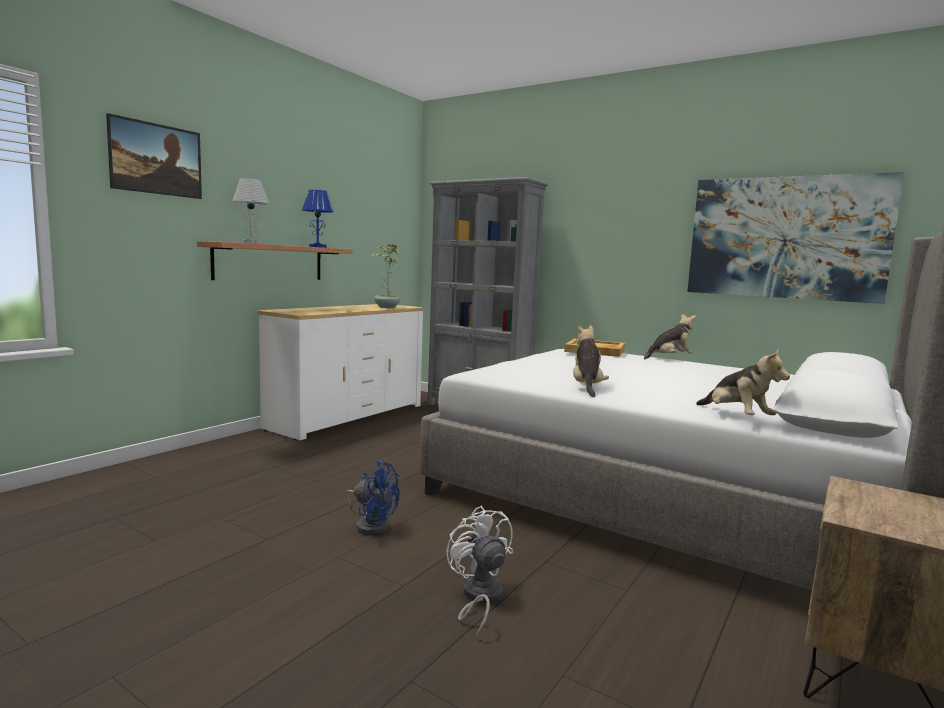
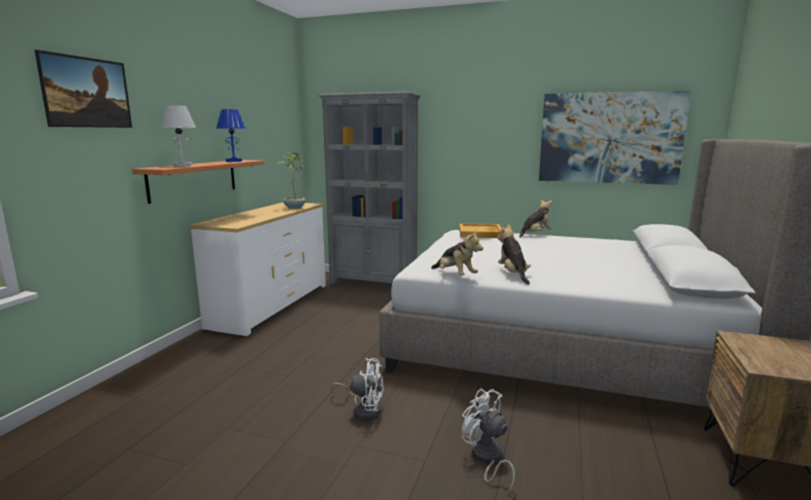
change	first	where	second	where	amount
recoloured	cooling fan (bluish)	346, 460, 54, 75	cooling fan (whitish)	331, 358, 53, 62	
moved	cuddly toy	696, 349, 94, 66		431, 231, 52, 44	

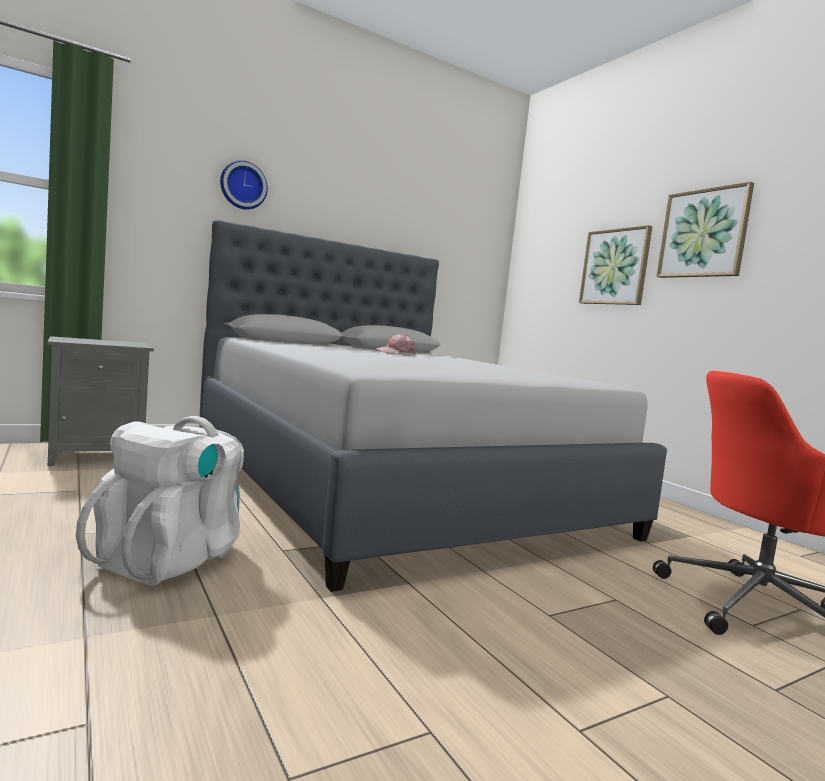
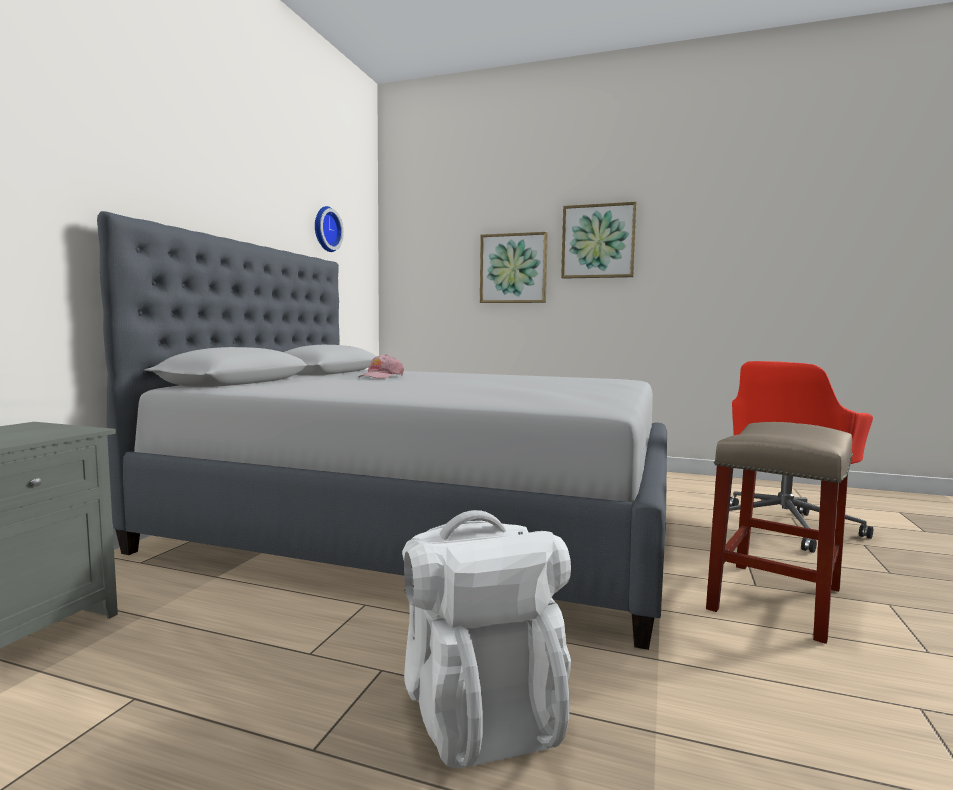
change	first	where	second	where	amount
moved	clock on the wall	220, 160, 48, 50		315, 206, 29, 46	
added			stool (beige-coloured)	706, 422, 147, 222	

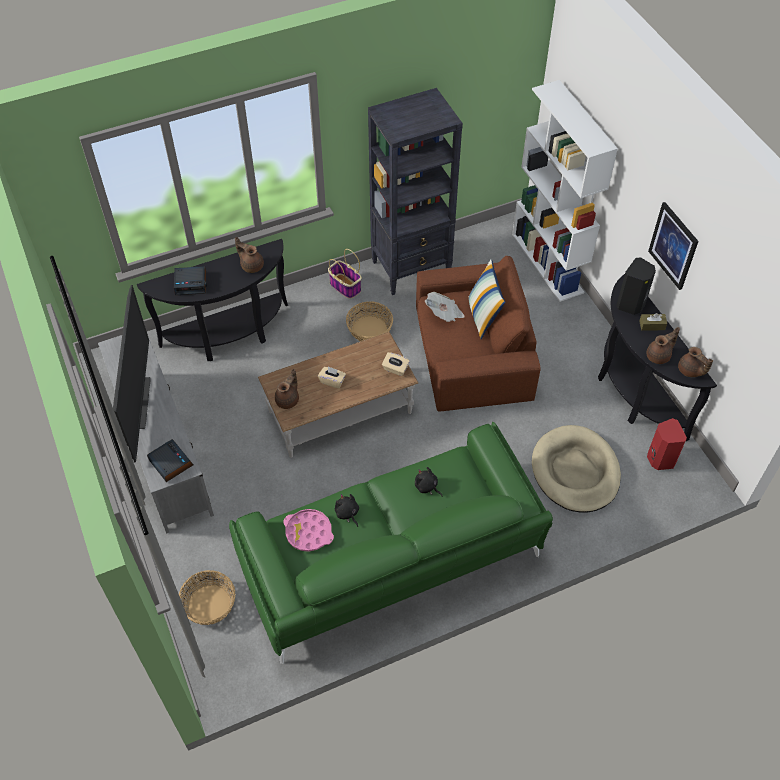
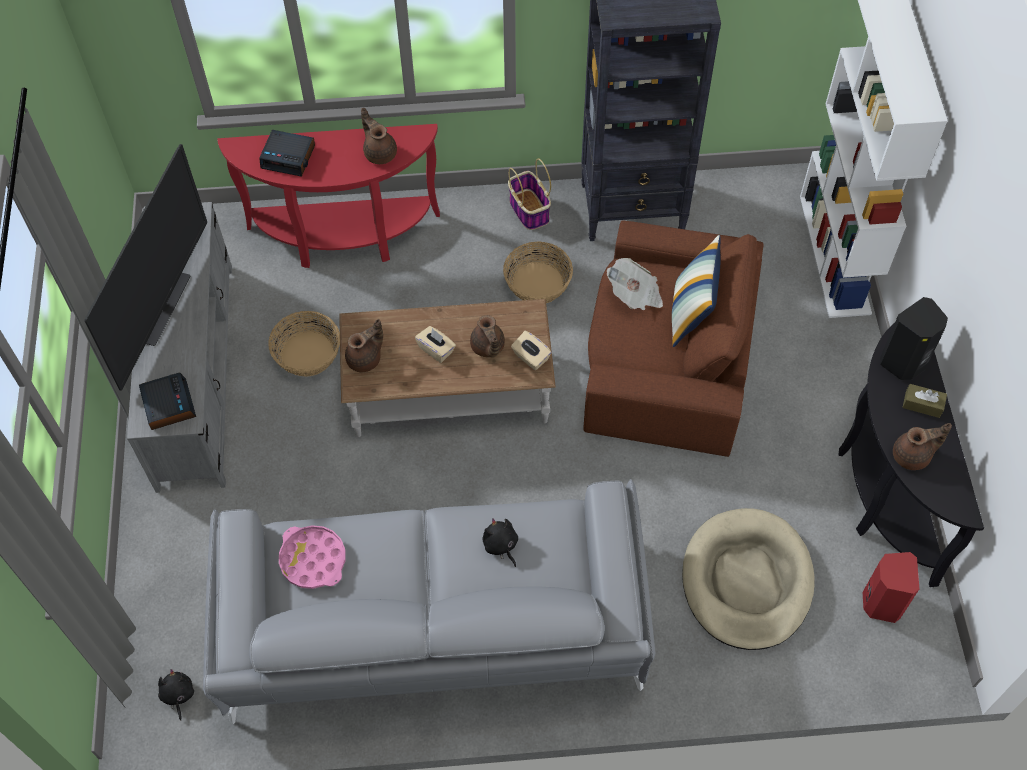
change	first	where	second	where	amount
recoloured	narrow table (blackish)	137, 239, 151, 122	narrow table (reddish)	218, 124, 222, 144	
moved	household basket	179, 570, 56, 55		268, 311, 72, 65	
recoloured	couch (green)	229, 422, 324, 242	couch (gray)	203, 479, 452, 245	
moved	cuddly toy (blackish)	335, 494, 24, 33		158, 669, 36, 52	
removed	wall art	648, 202, 51, 88			
moved	teapot (brown)	678, 347, 35, 30		470, 315, 35, 43	

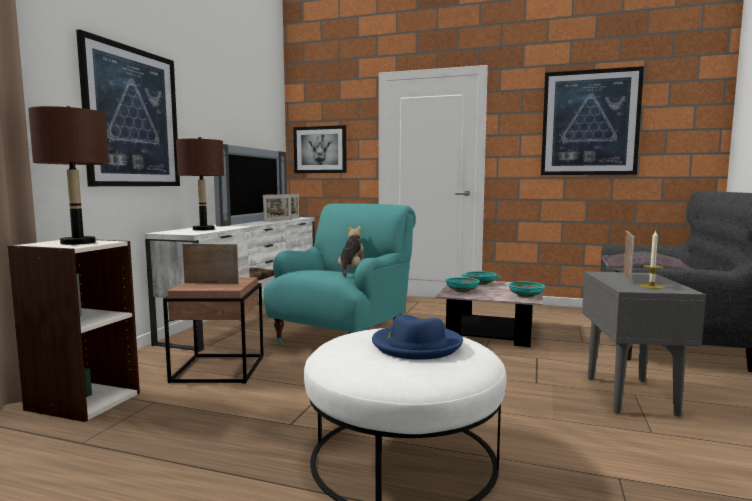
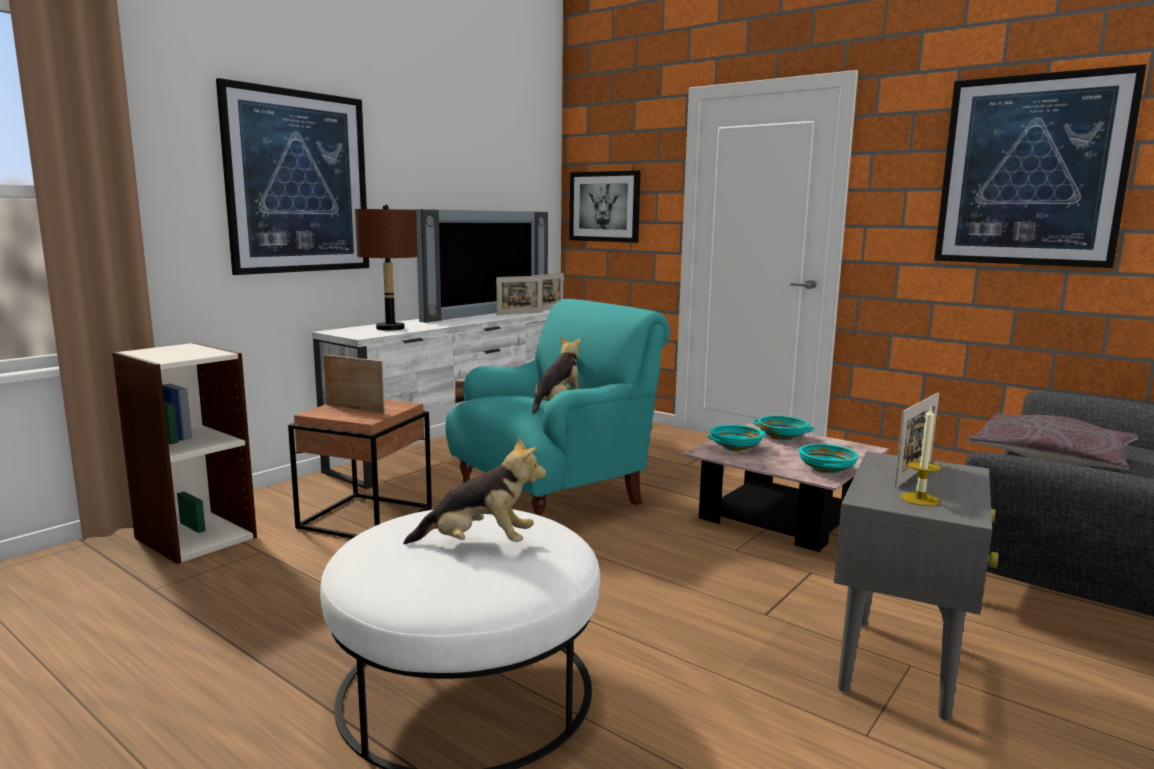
change	first	where	second	where	amount
removed	lamp for a table (brown)	28, 106, 81, 139			
replaced	wearable hat (bluish)	372, 315, 91, 45	cuddly toy	403, 437, 143, 107	

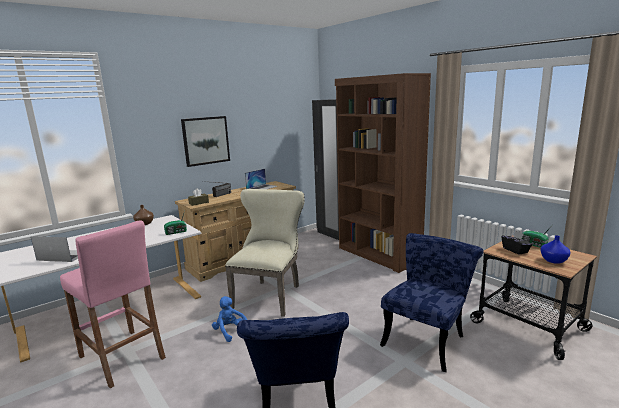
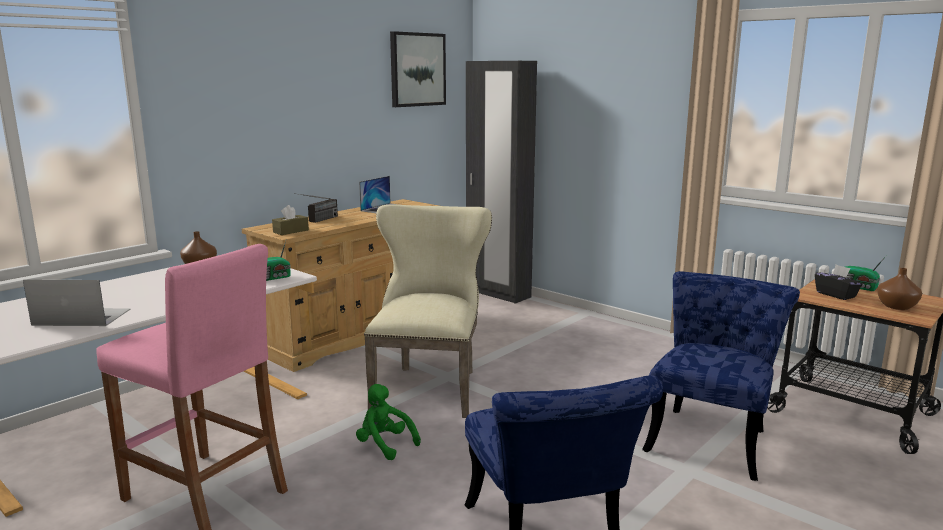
change	first	where	second	where	amount
moved	wall art	181, 116, 49, 51		390, 31, 56, 76	
recoloured	cuddly toy (bluish)	212, 296, 35, 46	cuddly toy (green)	356, 384, 65, 76	
removed	shelving unit (brown)	335, 73, 96, 200			
recoloured	decorative vase (bluish)	540, 235, 31, 29	decorative vase (brown)	877, 268, 45, 42	

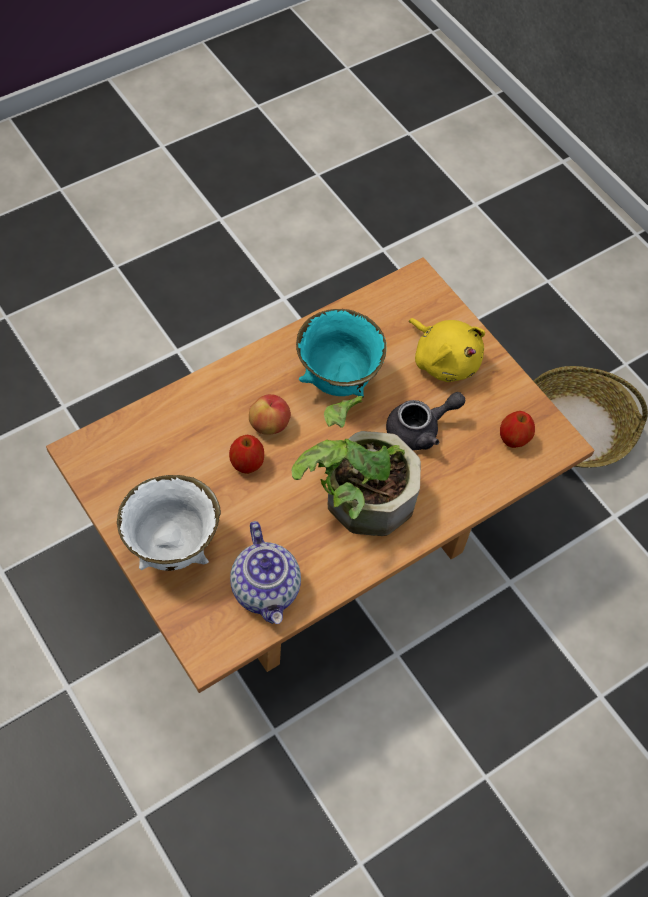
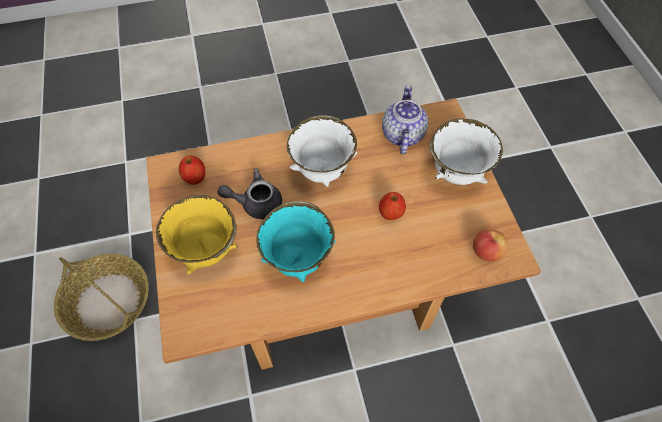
change	first	where	second	where	amount
moved	apple	249, 394, 42, 41		473, 229, 35, 32	
replaced	plant in a pot	292, 396, 129, 140	deep dish (whitish)	287, 115, 70, 72	
replaced	cuddly toy (yellowish)	409, 318, 76, 64	deep dish (yellowish)	156, 195, 82, 79	

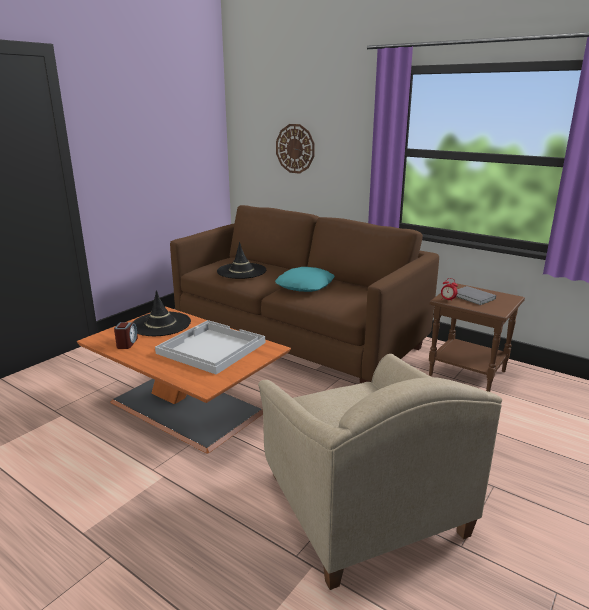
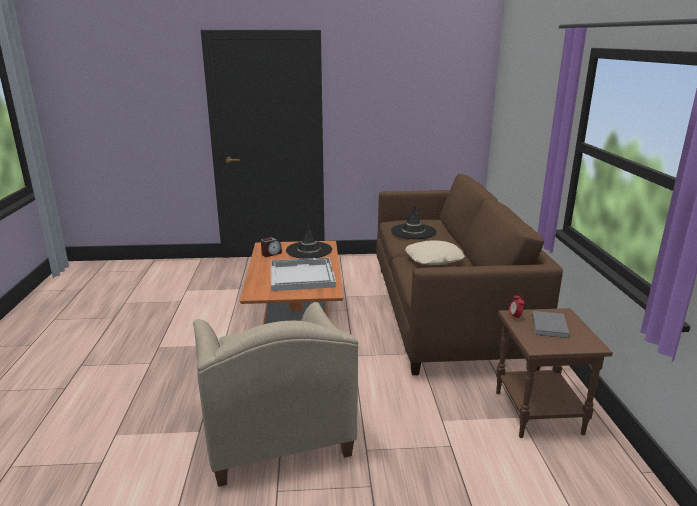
change	first	where	second	where	amount
turned	lounge chair (beige-coloured)	258, 354, 244, 236		193, 302, 165, 185	45 degrees counterclockwise
recoloured	cushion (turquoise-coloured)	275, 267, 60, 25	cushion (beige-coloured)	405, 240, 60, 25	
removed	clock on the wall	276, 124, 39, 50			

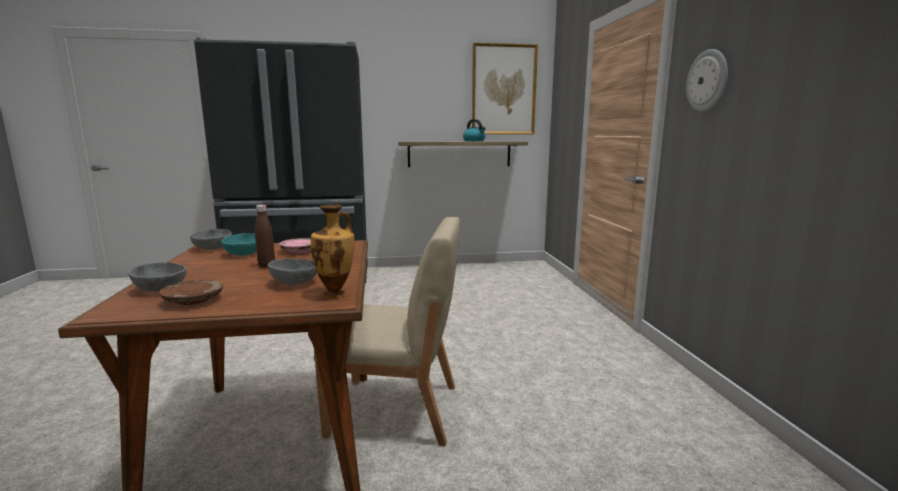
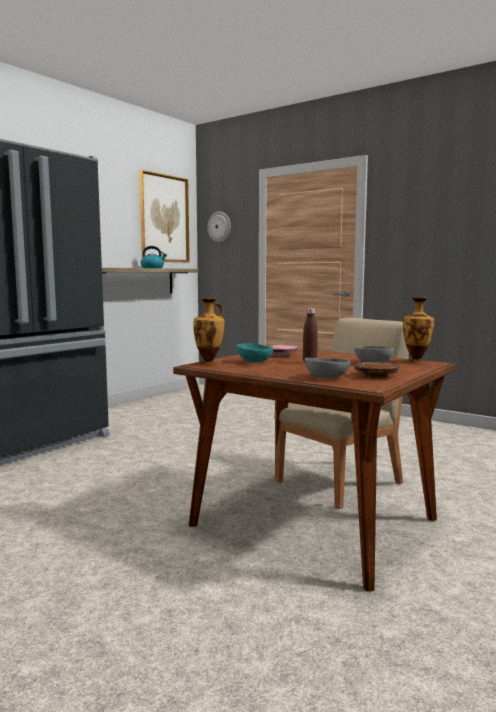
change	first	where	second	where	amount
replaced	deep dish (gray)	190, 229, 42, 21	decorative vase	193, 298, 31, 67	
moved	clock on the wall	686, 49, 42, 63		207, 211, 24, 31	

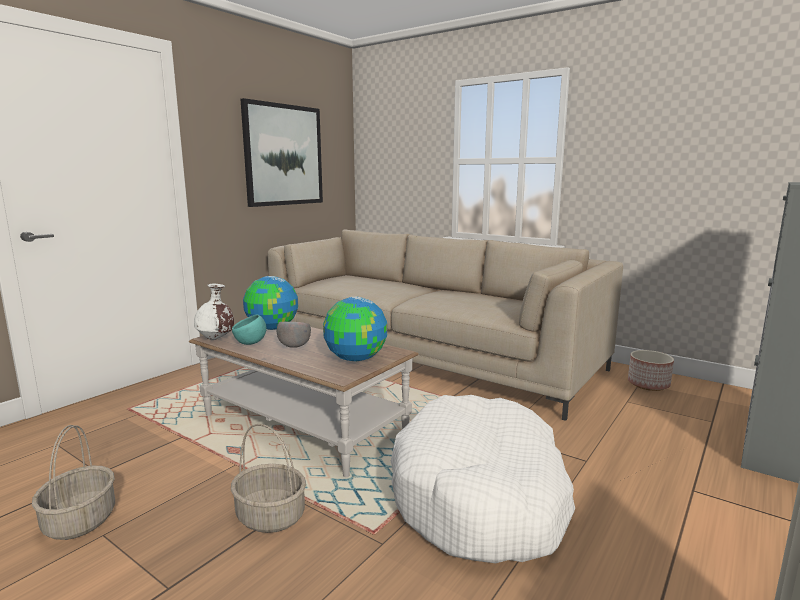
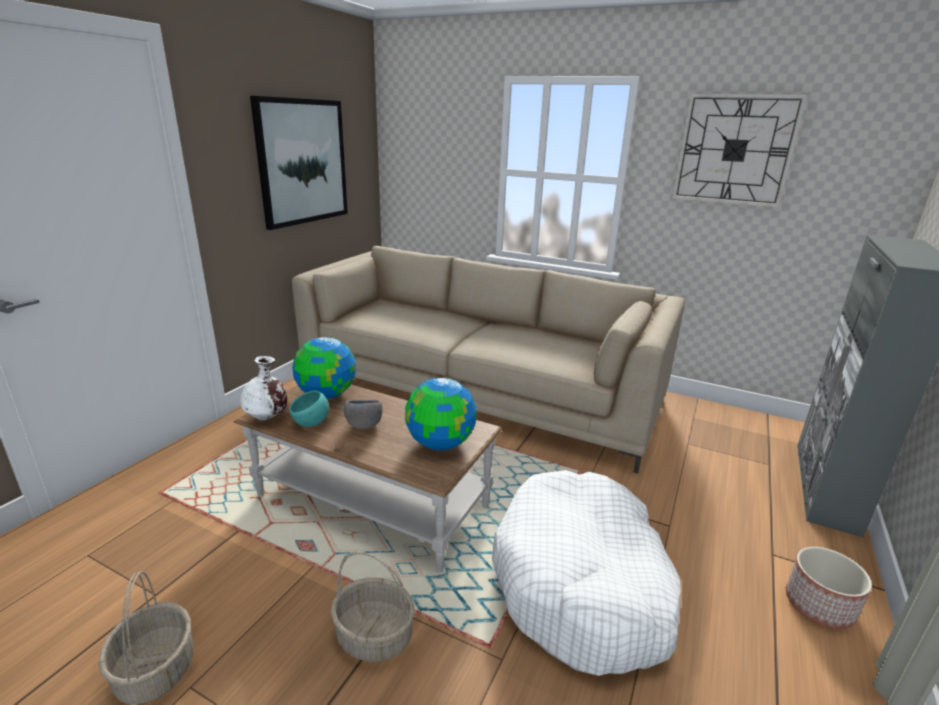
change	first	where	second	where	amount
moved	flower pot	628, 350, 46, 41		786, 547, 86, 82	
added			clock on the wall	672, 93, 136, 115	

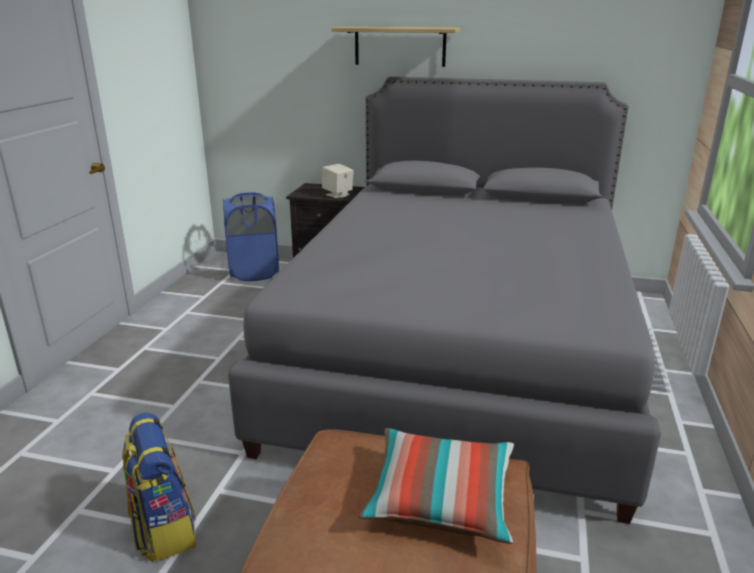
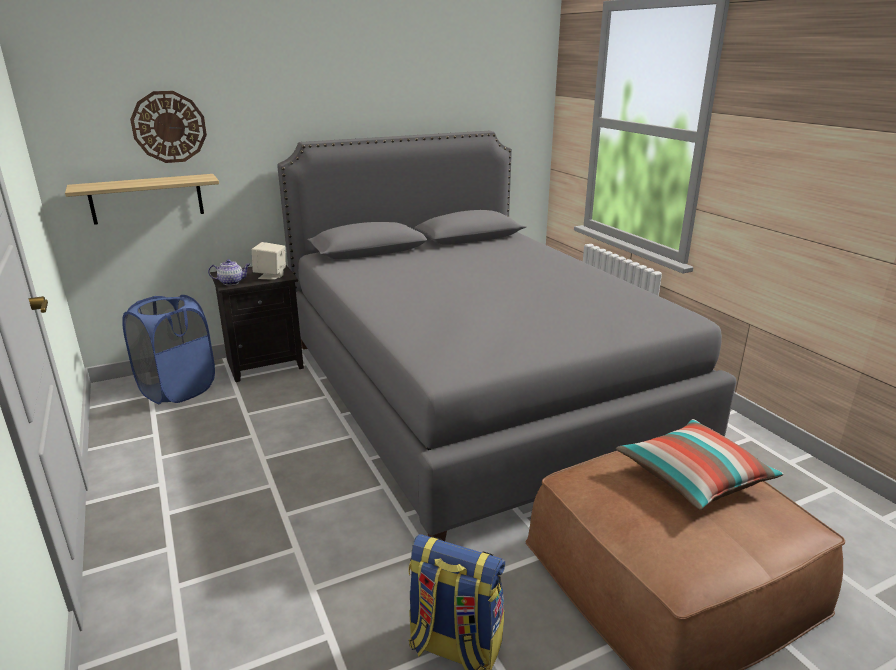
change	first	where	second	where	amount
moved	bracket shelf	332, 27, 129, 40		65, 174, 154, 51	
added			clock on the wall	130, 91, 77, 72	
added			teapot	208, 259, 42, 26	

